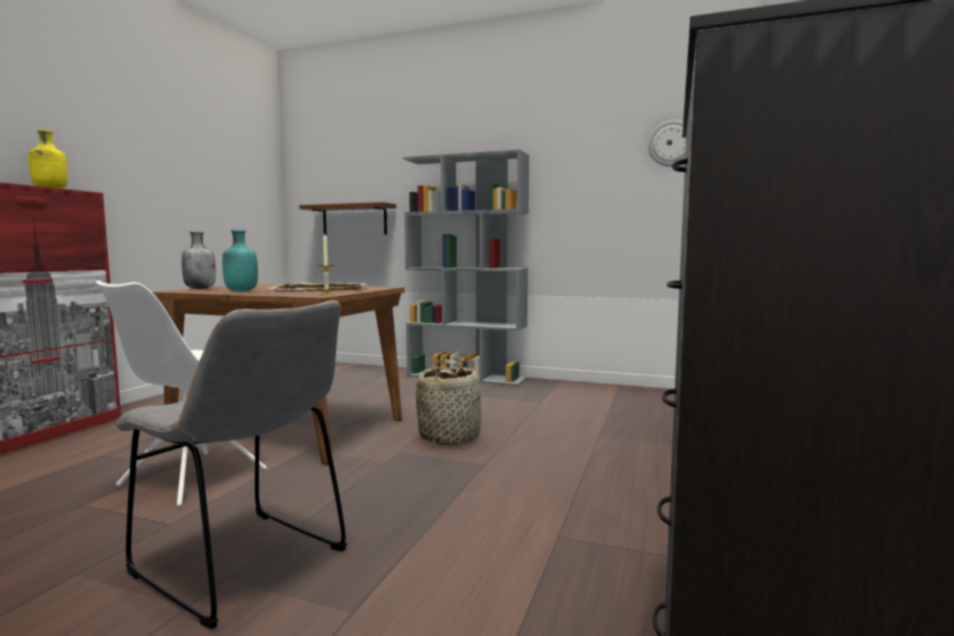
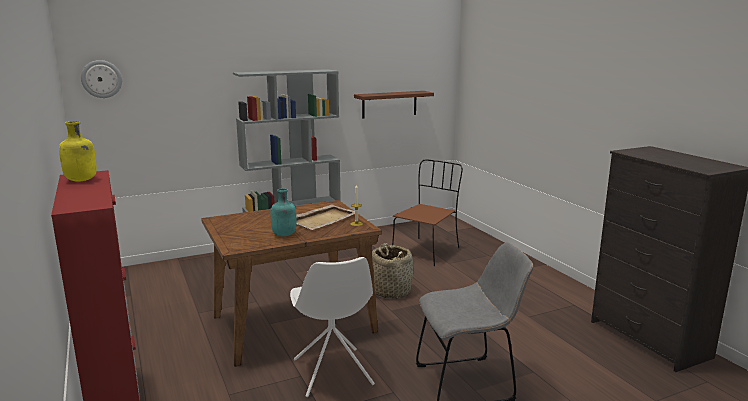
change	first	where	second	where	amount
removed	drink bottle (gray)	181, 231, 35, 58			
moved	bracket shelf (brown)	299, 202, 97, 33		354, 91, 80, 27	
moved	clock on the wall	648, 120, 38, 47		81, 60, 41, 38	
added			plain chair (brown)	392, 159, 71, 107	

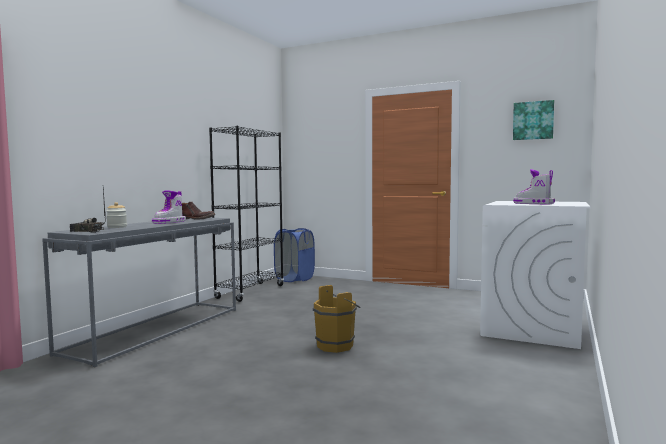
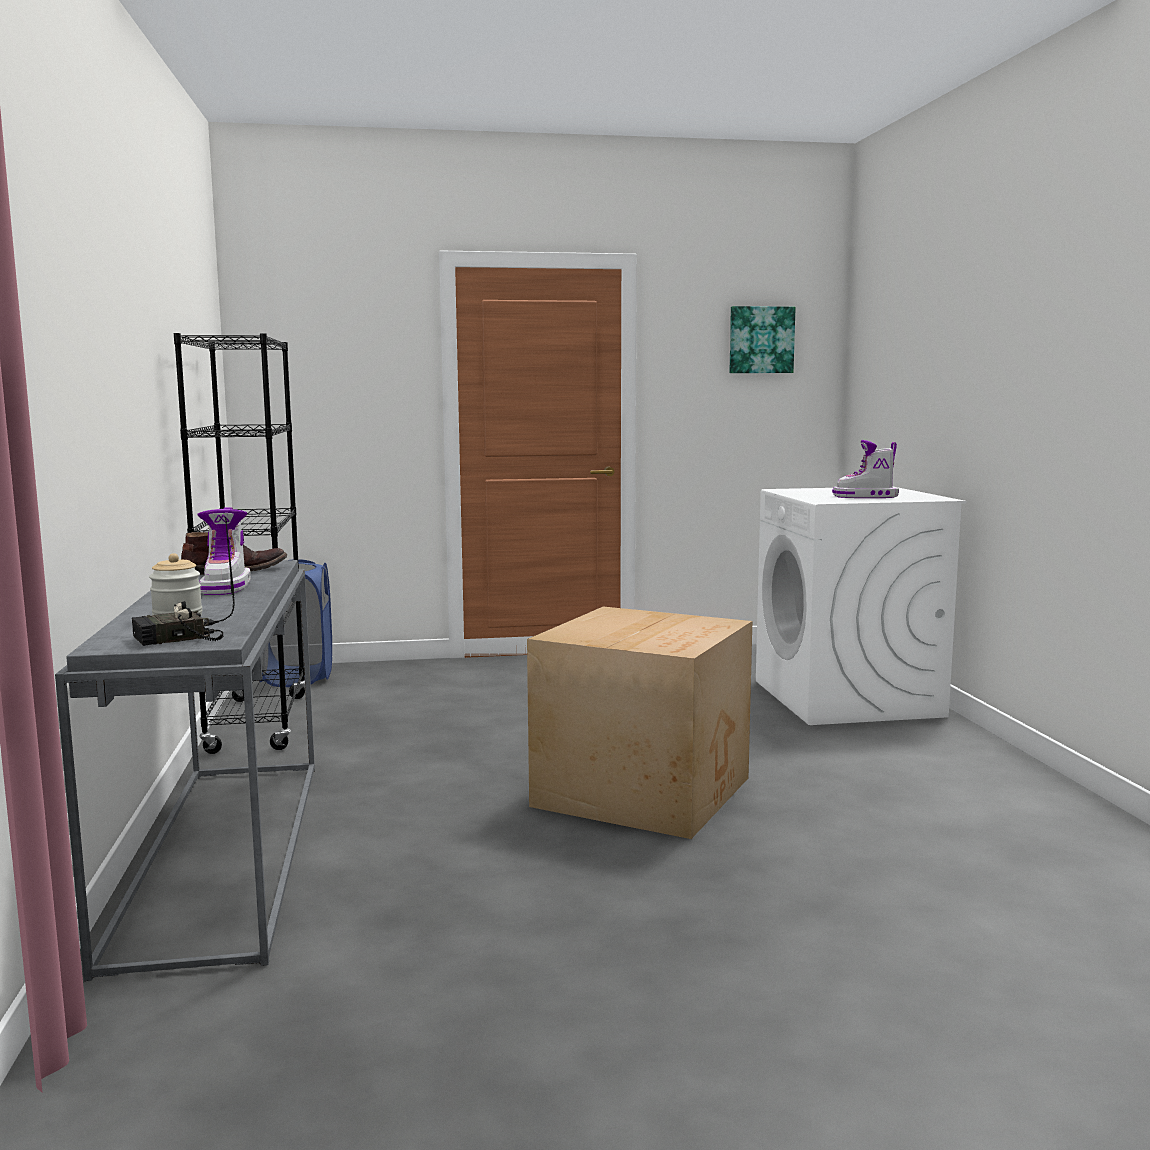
change	first	where	second	where	amount
replaced	pail (brown)	313, 285, 48, 68	packing box	527, 607, 225, 232	

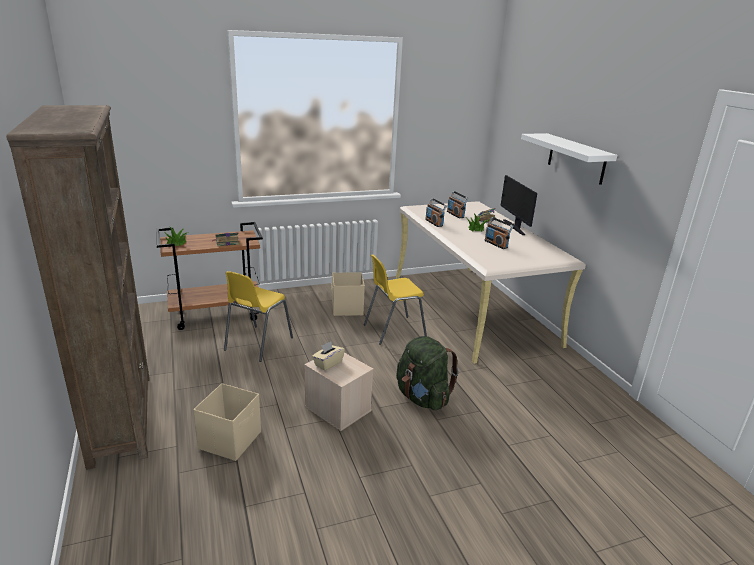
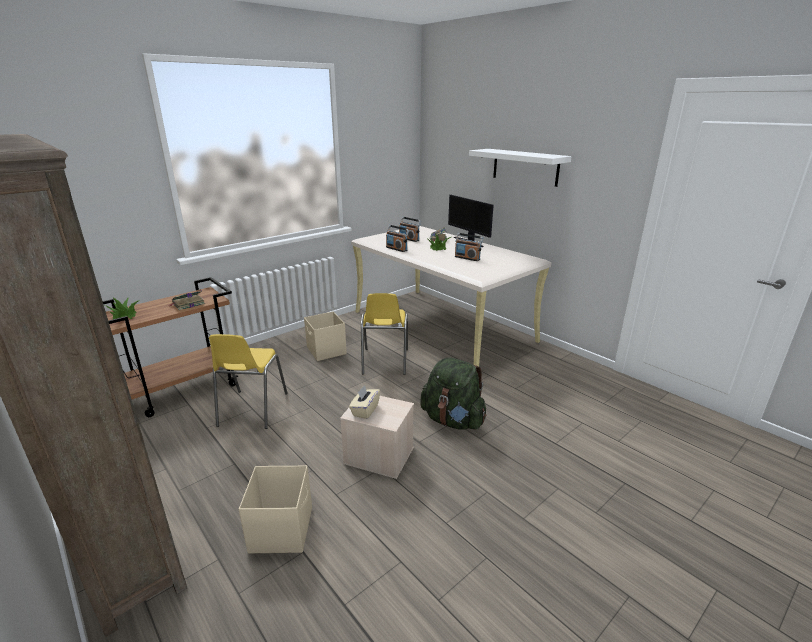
change	first	where	second	where	amount
turned	plain chair (yellowish)	364, 254, 63, 91		361, 293, 47, 82	45 degrees counterclockwise

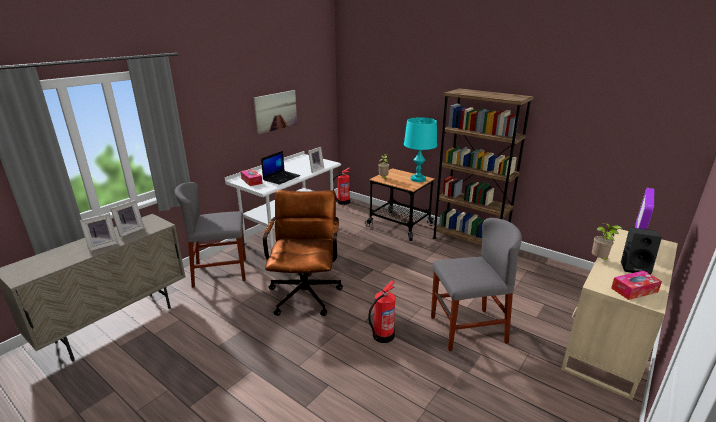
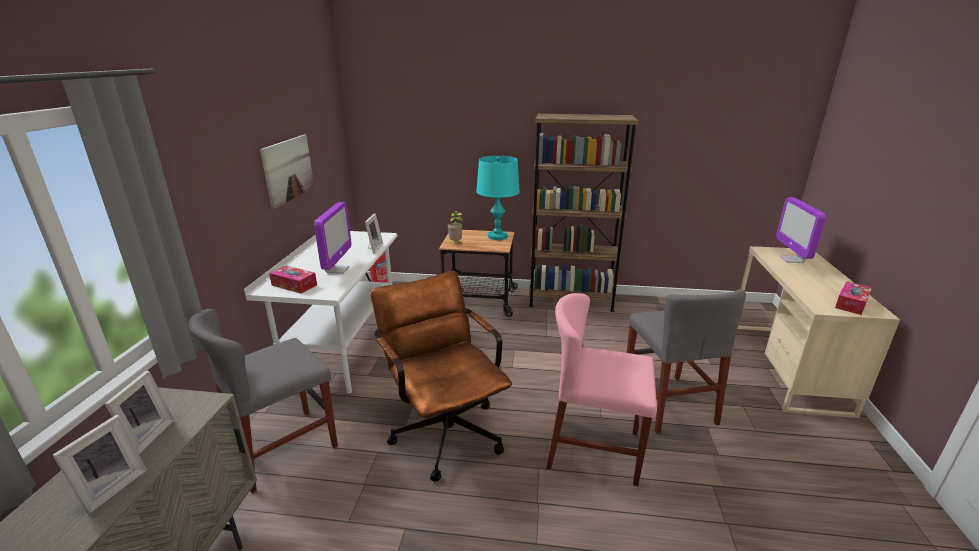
change	first	where	second	where	amount
replaced	portable computer	261, 151, 39, 34	monitor	314, 202, 37, 72	
replaced	fire-fighting cylinder	368, 280, 27, 63	plain chair (pinkish)	546, 293, 111, 193	
turned	plain chair (gray)	431, 218, 91, 133		627, 289, 119, 145	120 degrees clockwise
removed	plant in a pot	592, 223, 30, 36			
removed	speaker (blackish)	621, 227, 41, 47			

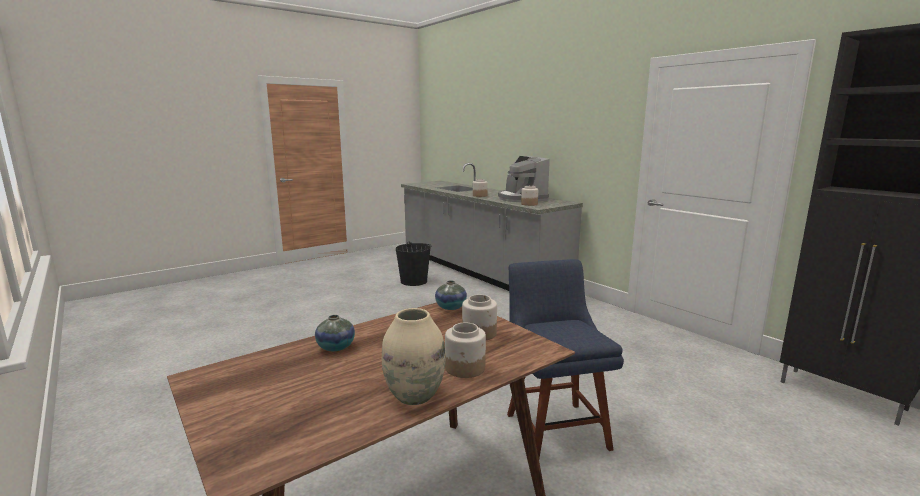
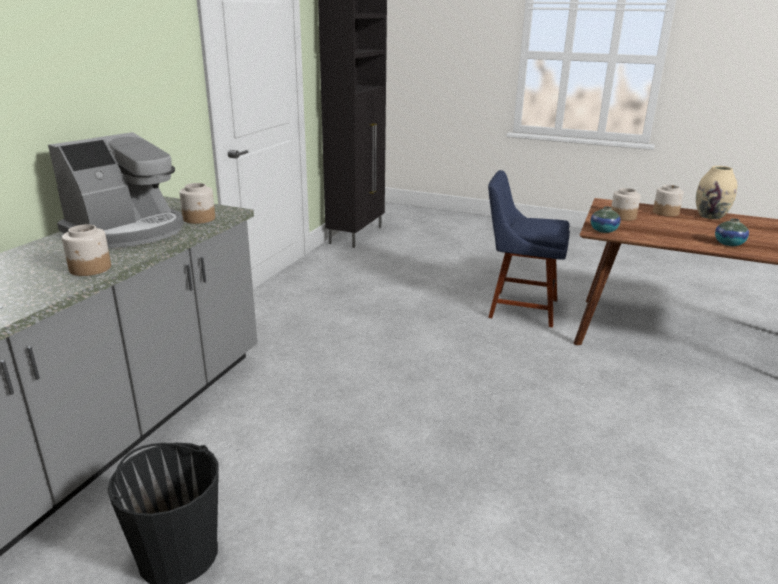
change	first	where	second	where	amount
turned	plain chair (bluish)	507, 259, 117, 199		488, 170, 82, 158	60 degrees clockwise

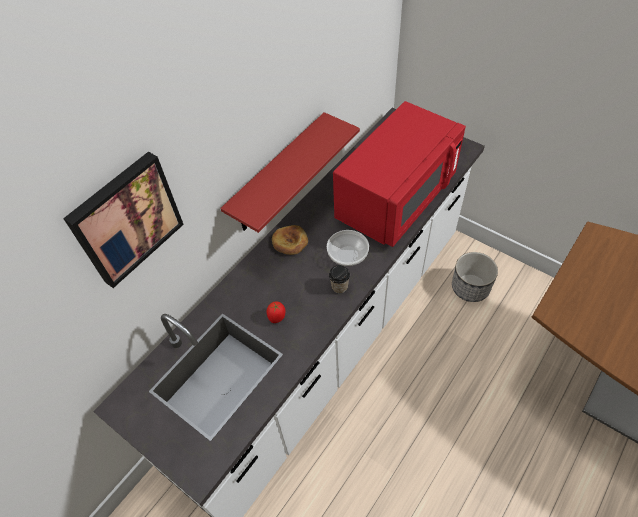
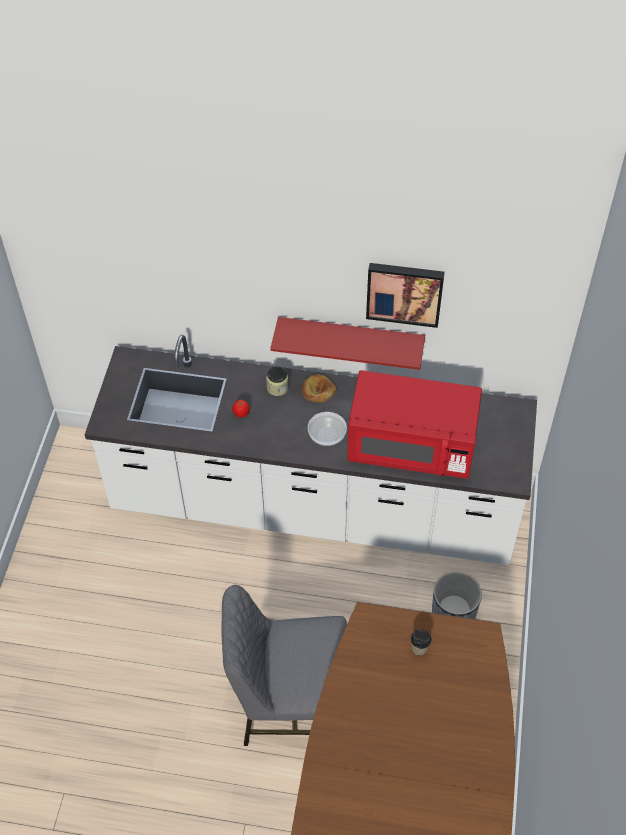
change	first	where	second	where	amount
moved	wall art	63, 152, 121, 136		366, 263, 79, 65	
moved	small cup	329, 265, 21, 29		411, 629, 21, 27	
added			plain chair (gray)	221, 585, 126, 161	
added			storage jar	266, 366, 23, 30	

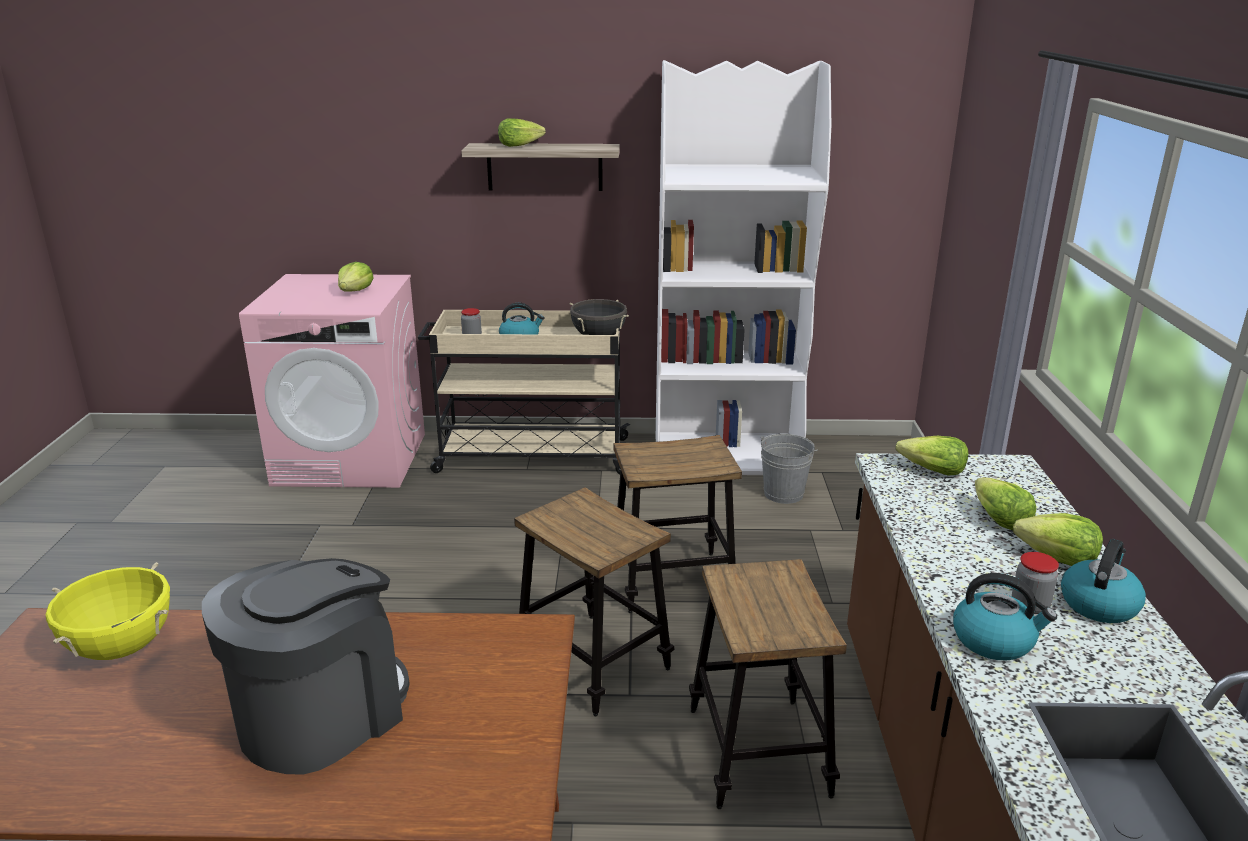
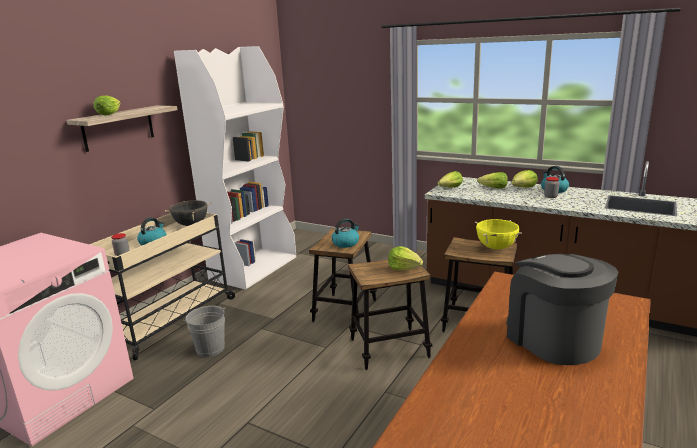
change	first	where	second	where	amount
moved	stockpot (yellowish)	45, 562, 125, 98		475, 219, 47, 31	
moved	lettuce head	338, 262, 36, 30		388, 246, 35, 25	
moved	pail (gray)	761, 433, 57, 71		183, 306, 42, 51	
moved	kettle	953, 573, 104, 87		332, 218, 28, 30	

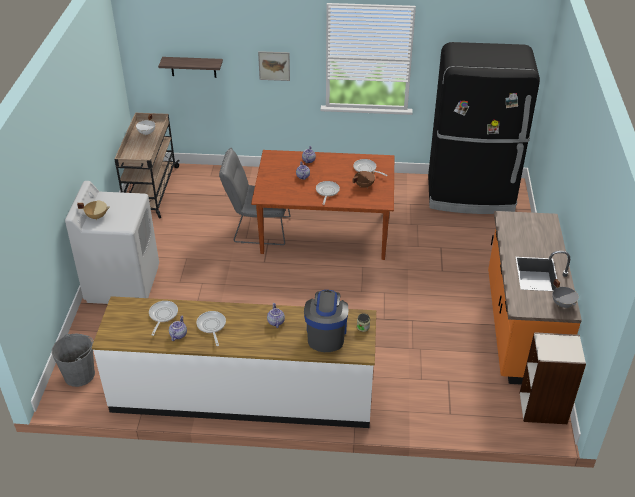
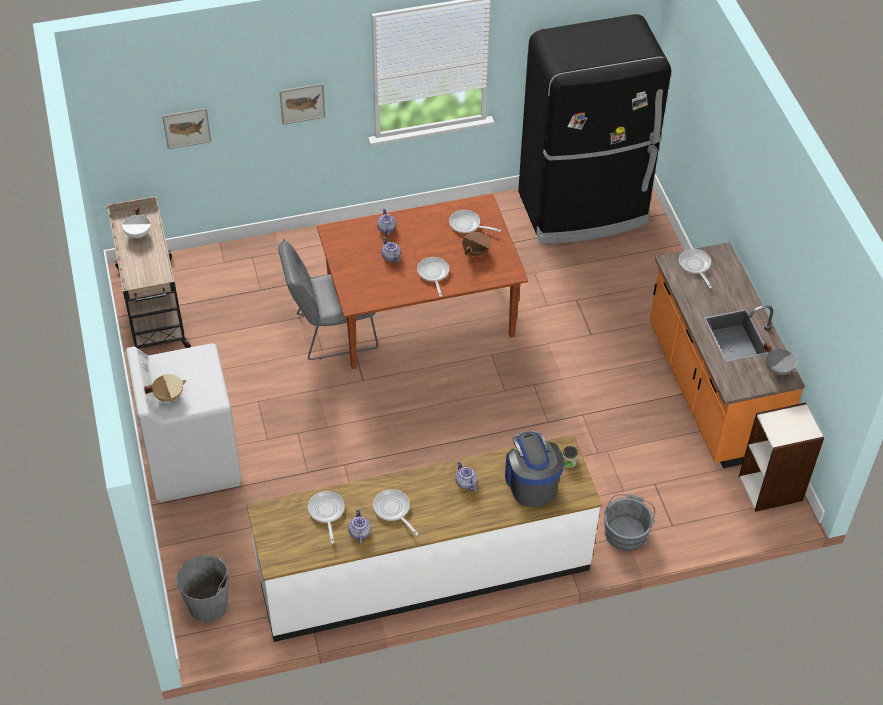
change	first	where	second	where	amount
replaced	bracket shelf	158, 57, 65, 21	wall art	162, 108, 49, 41	
added			pail (gray)	604, 494, 51, 57	
added			pan	679, 249, 33, 39	

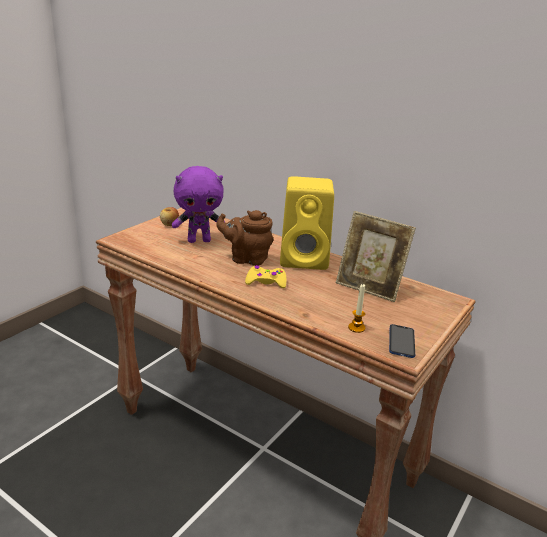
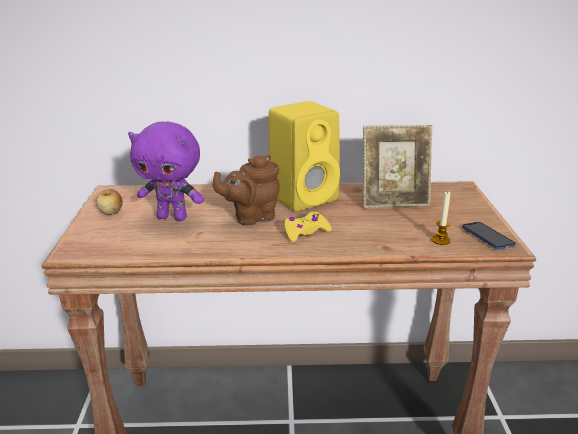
change	first	where	second	where	amount
turned	cuddly toy (purple-coloured)	172, 166, 54, 77		128, 121, 76, 100	60 degrees clockwise

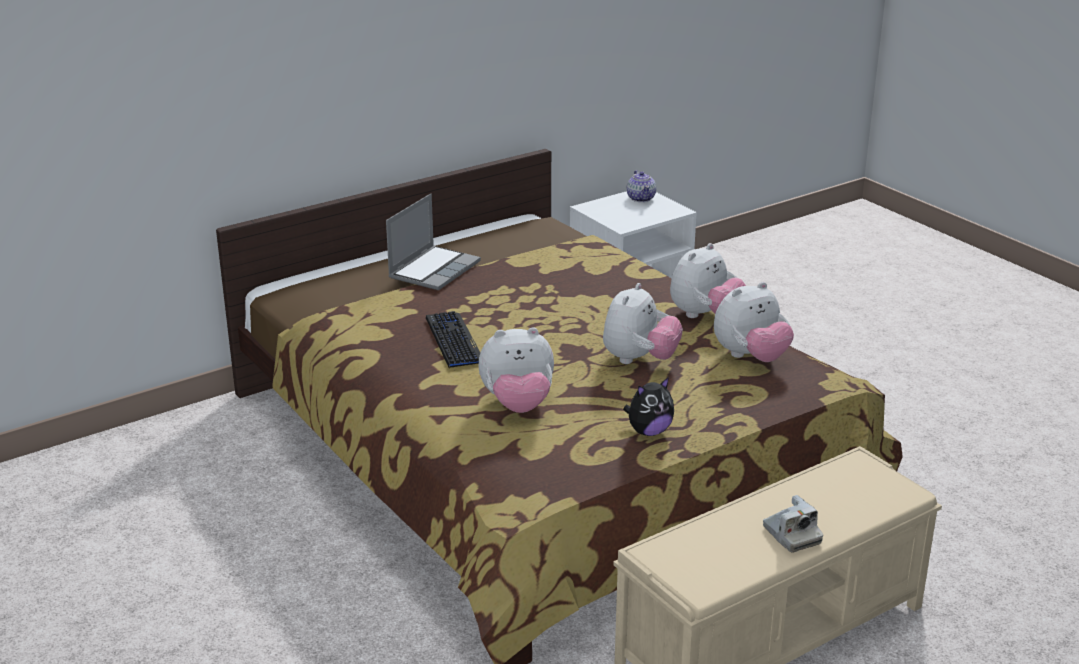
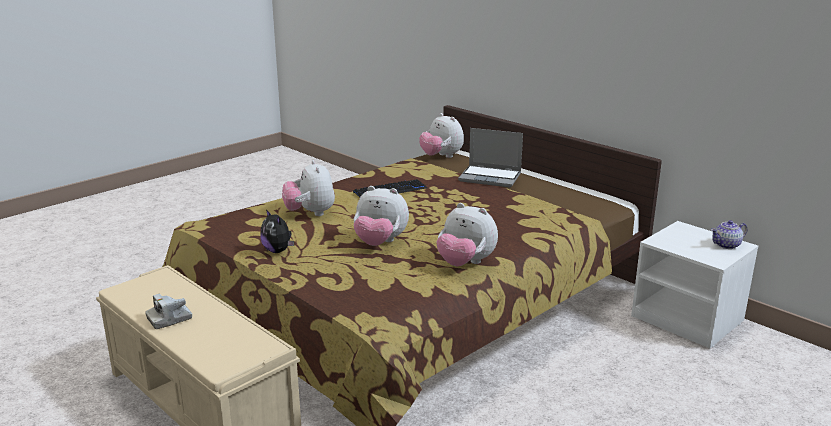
change	first	where	second	where	amount
moved	cuddly toy	714, 282, 80, 80		419, 113, 45, 45	

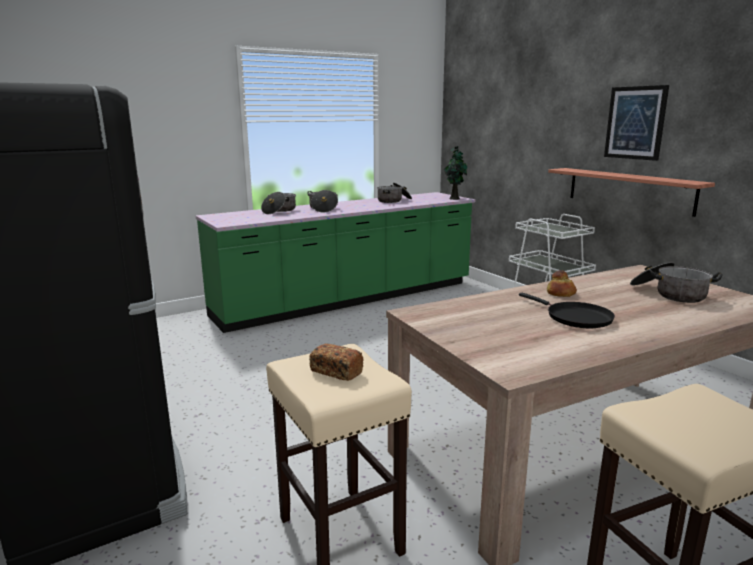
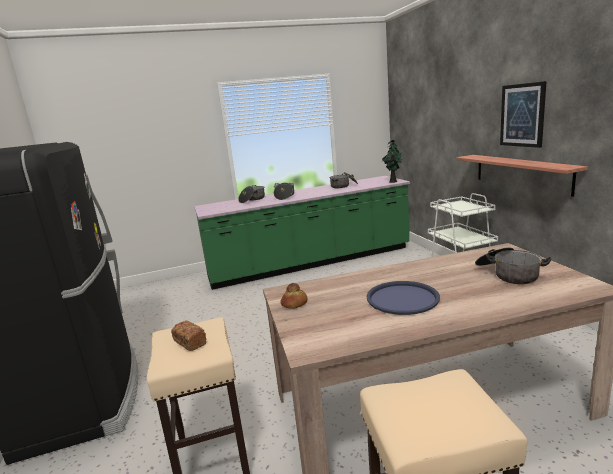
change	first	where	second	where	amount
replaced	pan (blackish)	519, 293, 96, 35	tray (bluish)	366, 281, 74, 34	
moved	bakery bread	547, 270, 30, 27		280, 283, 27, 26	

